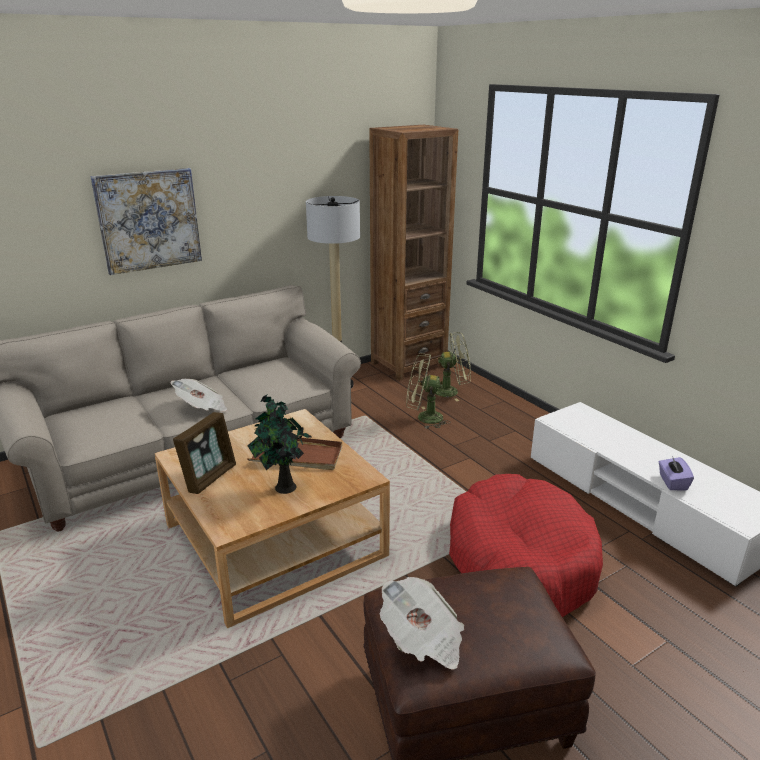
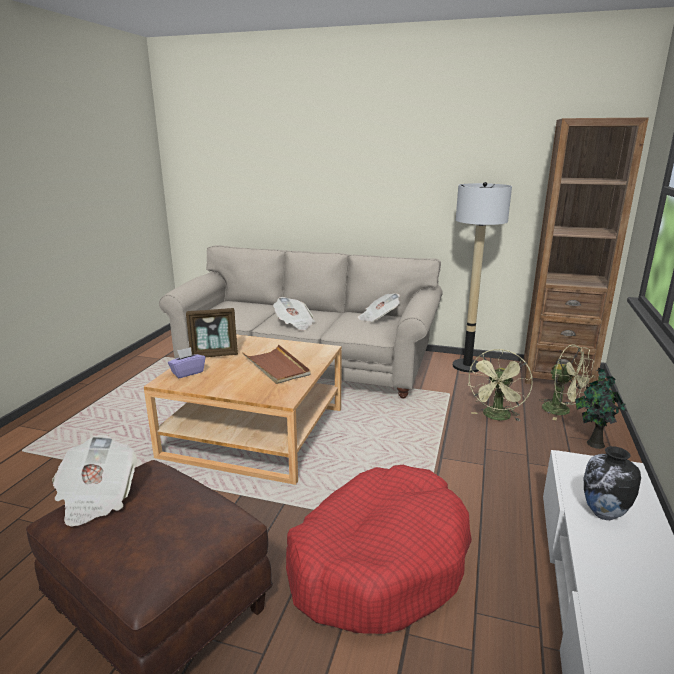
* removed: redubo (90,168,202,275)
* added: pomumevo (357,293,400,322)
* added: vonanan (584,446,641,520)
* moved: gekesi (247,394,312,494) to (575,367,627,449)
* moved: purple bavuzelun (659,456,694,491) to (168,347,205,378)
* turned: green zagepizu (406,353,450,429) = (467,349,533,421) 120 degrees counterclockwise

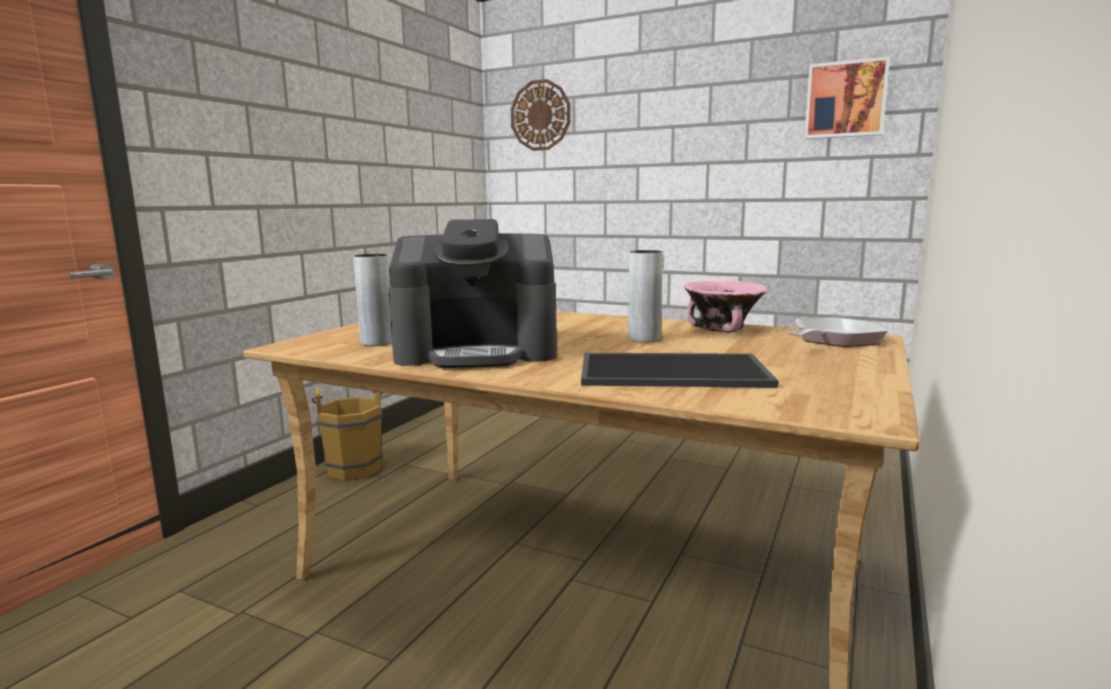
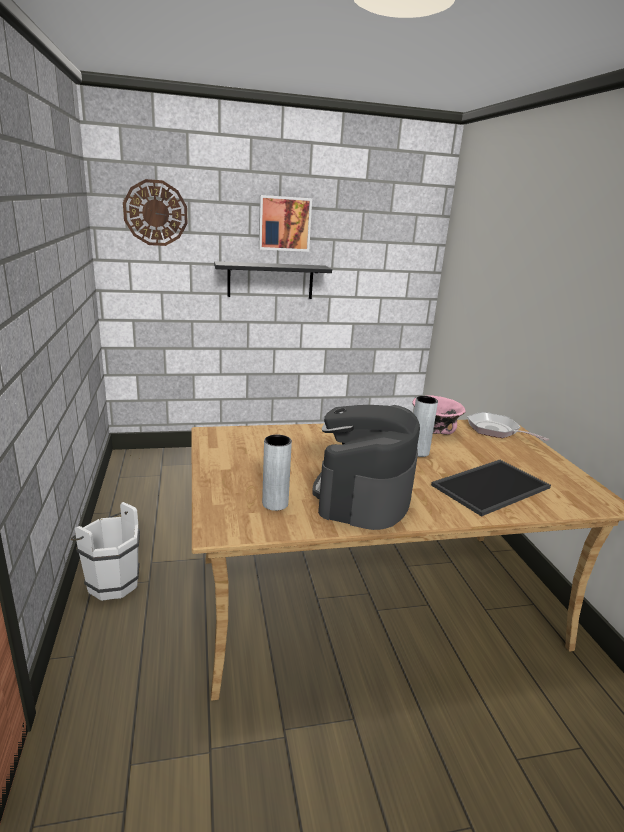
* added: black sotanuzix (214,261,332,299)
* moved: redubo (804,56,890,139) to (259,195,312,252)
* recoloured: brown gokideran (312,388,383,481) to white gokideran (71,502,140,601)
* turned: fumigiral (388,219,557,368) = (312,405,420,530) 150 degrees clockwise
* turned: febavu (788,317,888,347) = (467,412,549,441) 45 degrees counterclockwise

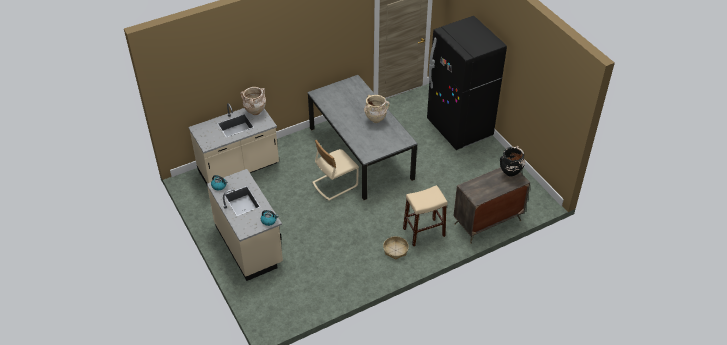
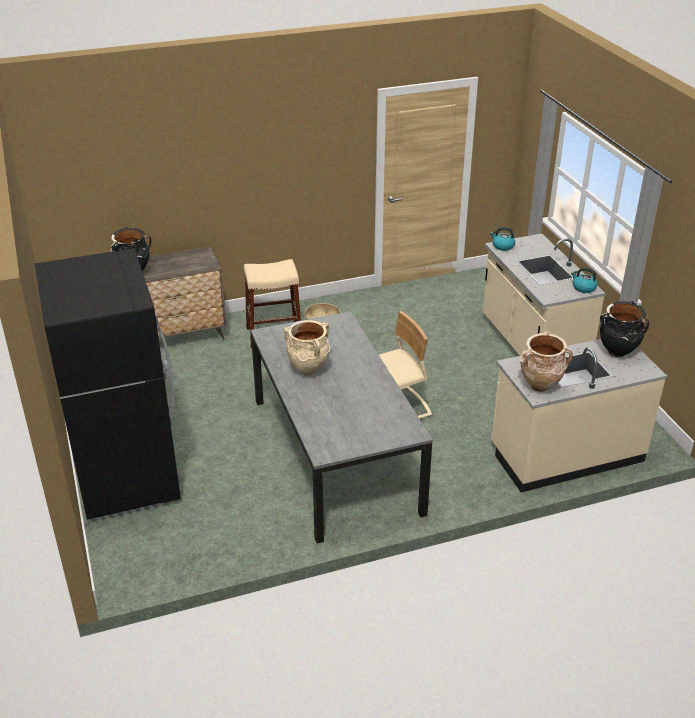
* added: black vonanan (600,301,649,357)

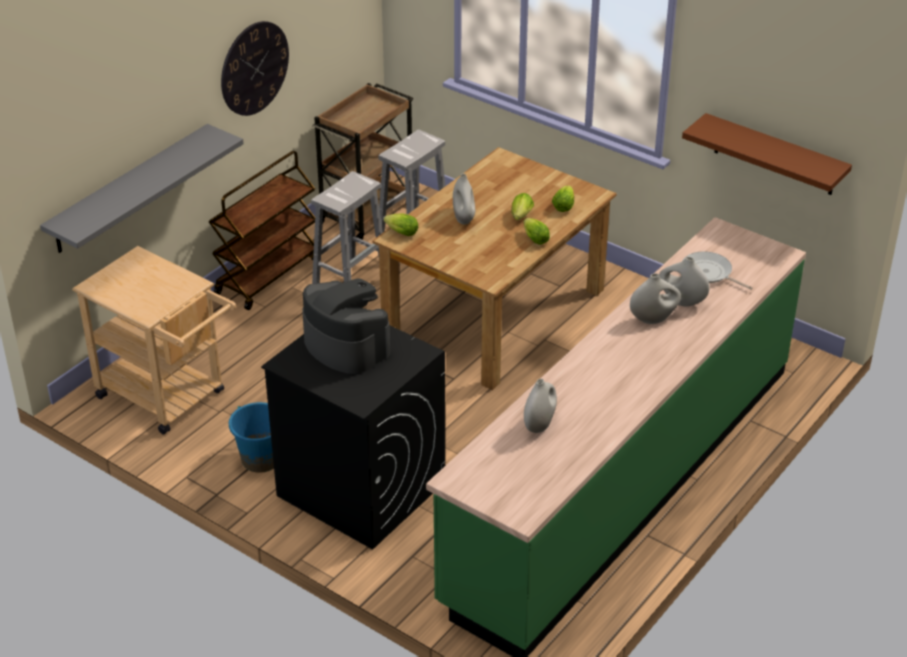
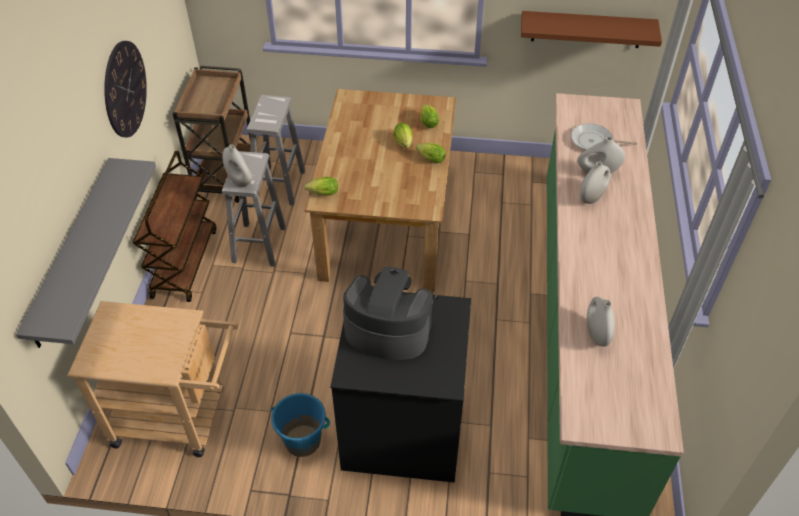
* moved: white vonanan (453,174,475,224) to (223,144,253,187)

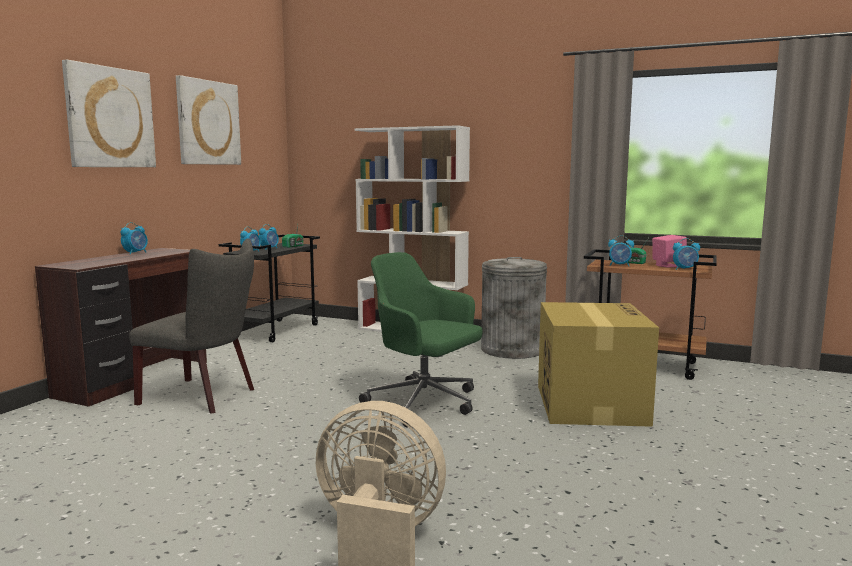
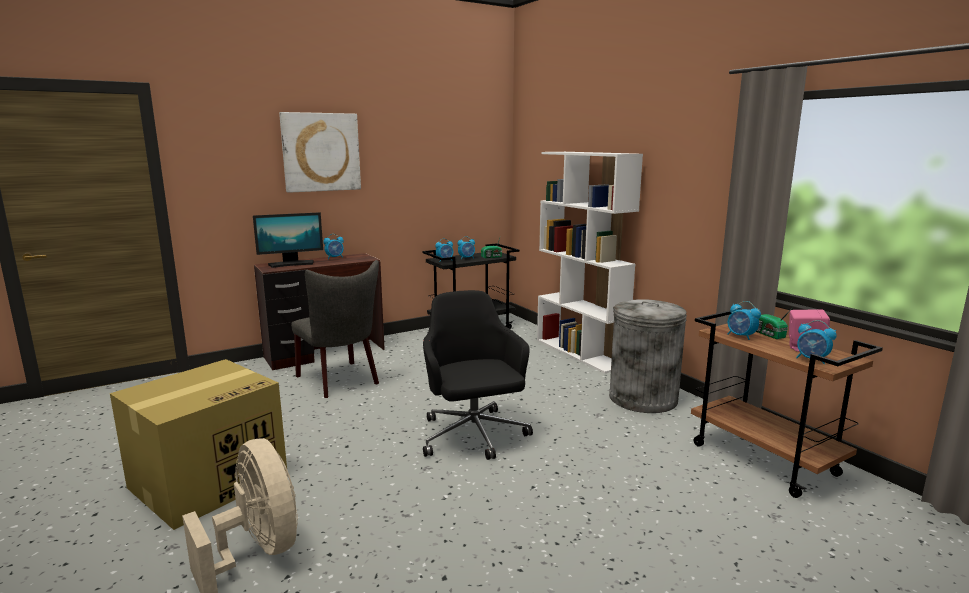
* removed: redubo (176,75,241,165)
* added: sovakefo (253,212,323,268)
* moved: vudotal (538,302,659,427) to (110,359,287,530)
* recoloured: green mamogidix (359,252,483,428) to black mamogidix (423,290,533,460)

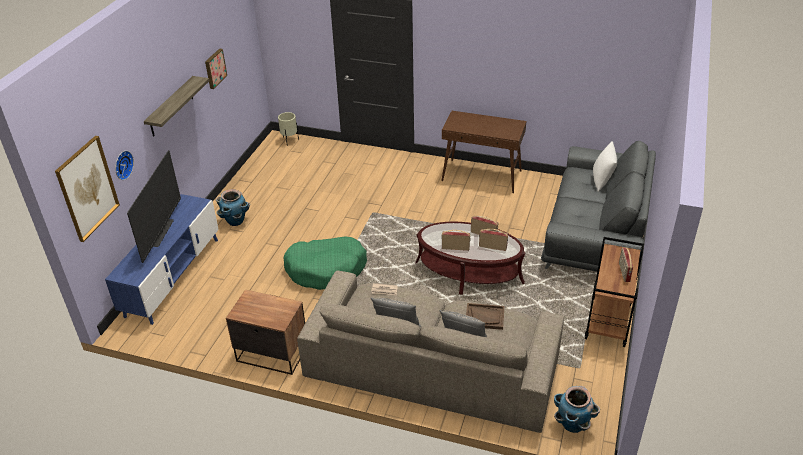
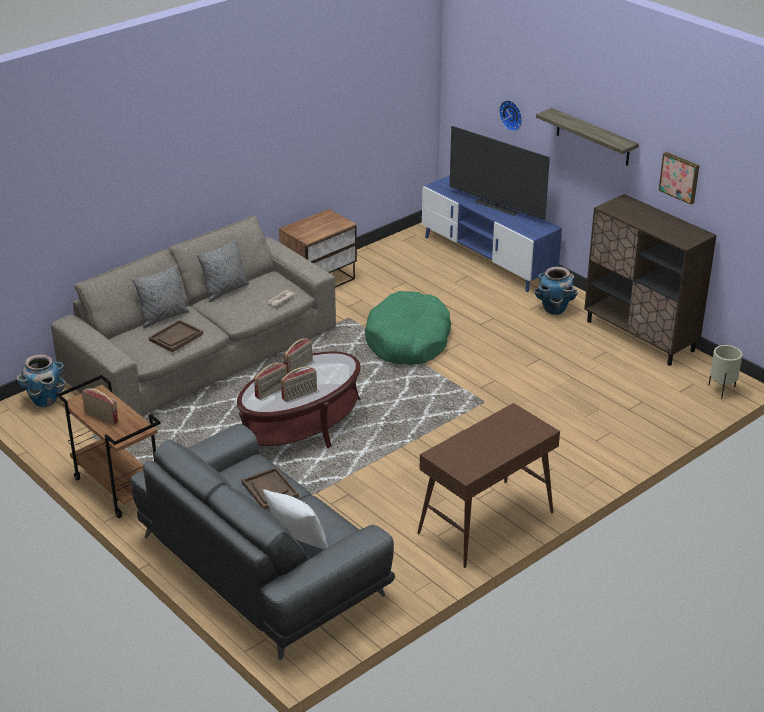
* removed: redubo (55,136,120,242)
* added: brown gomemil (241,467,299,510)
* added: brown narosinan (584,194,717,366)

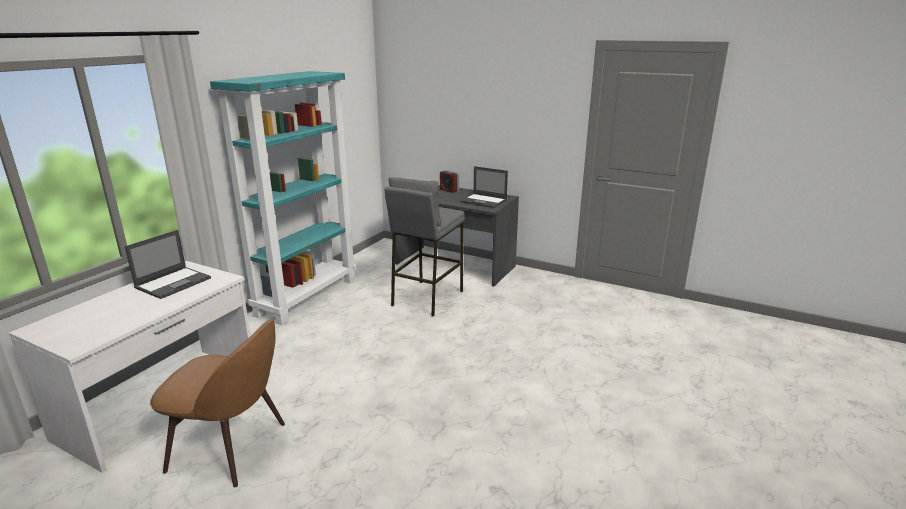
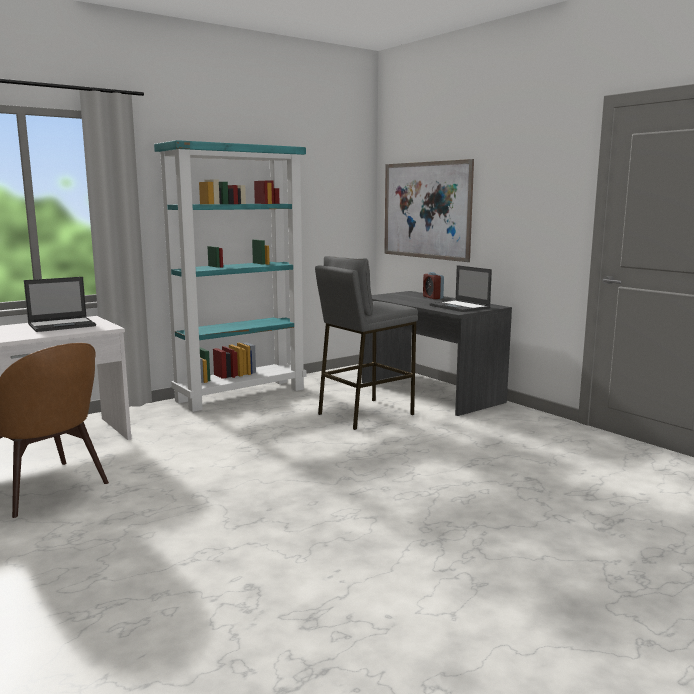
* added: redubo (384,159,474,262)

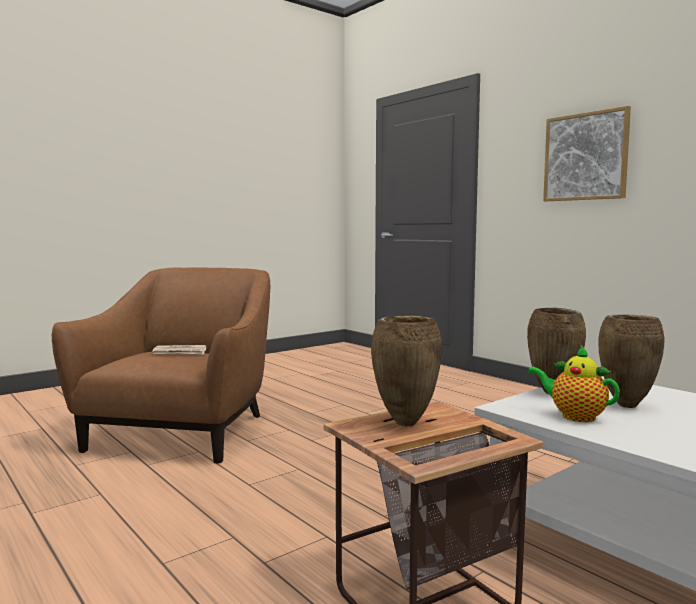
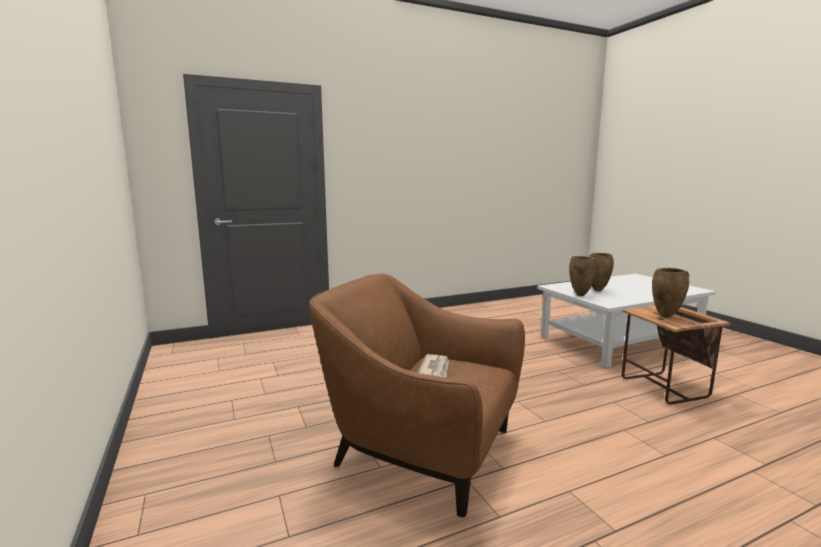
* removed: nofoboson (527,346,620,422)
* removed: redubo (543,106,631,201)

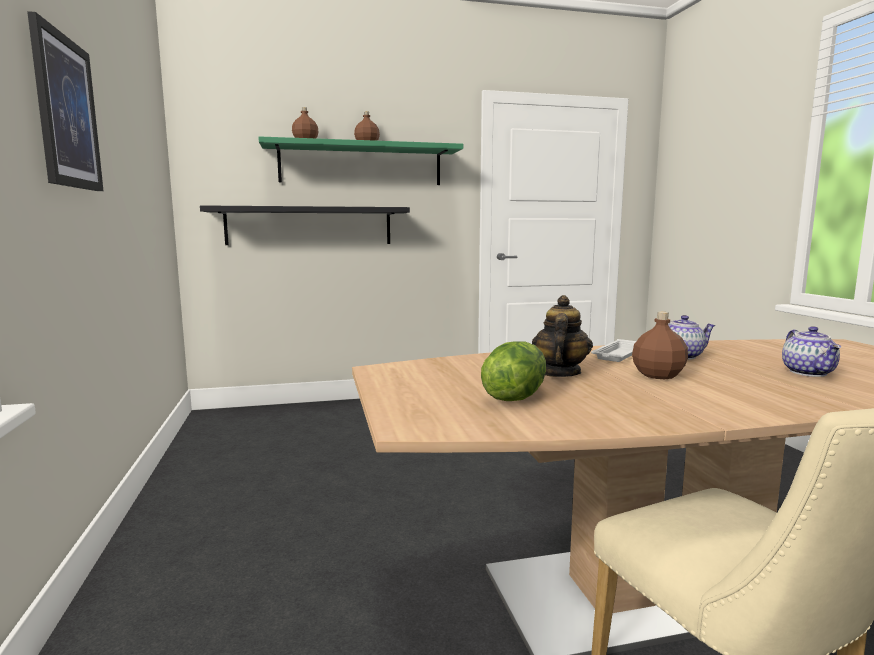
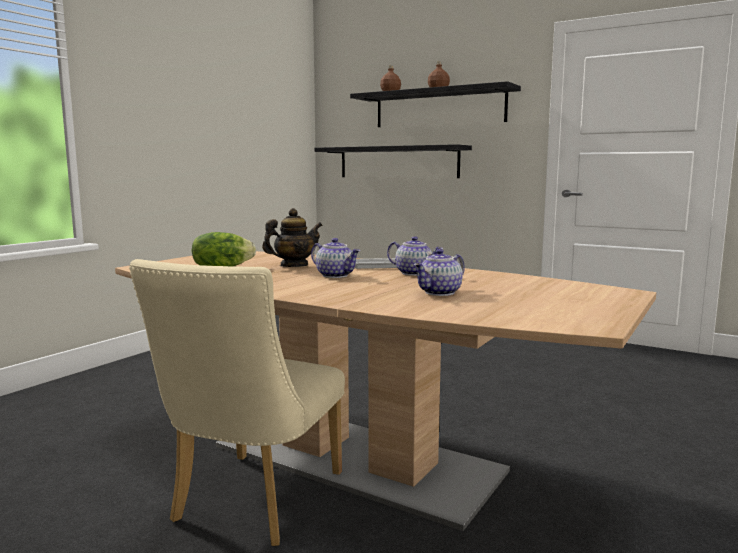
* removed: redubo (27,11,104,191)
* replaced: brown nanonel (632,312,688,379) to nofoboson (311,238,360,278)
* recoloured: green sotanuzix (258,136,463,185) to black sotanuzix (350,81,521,127)

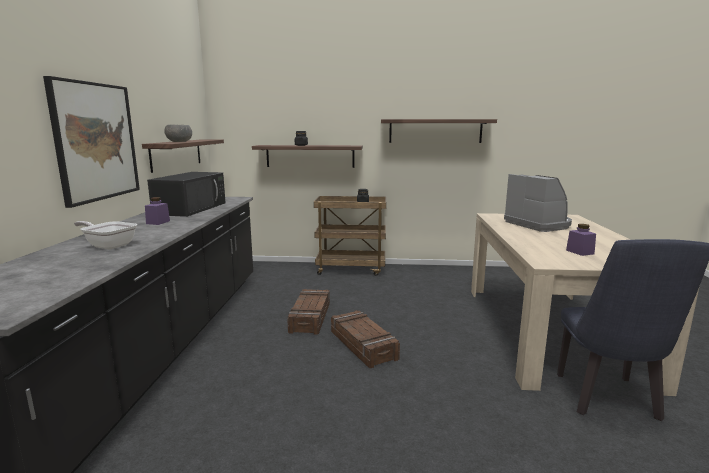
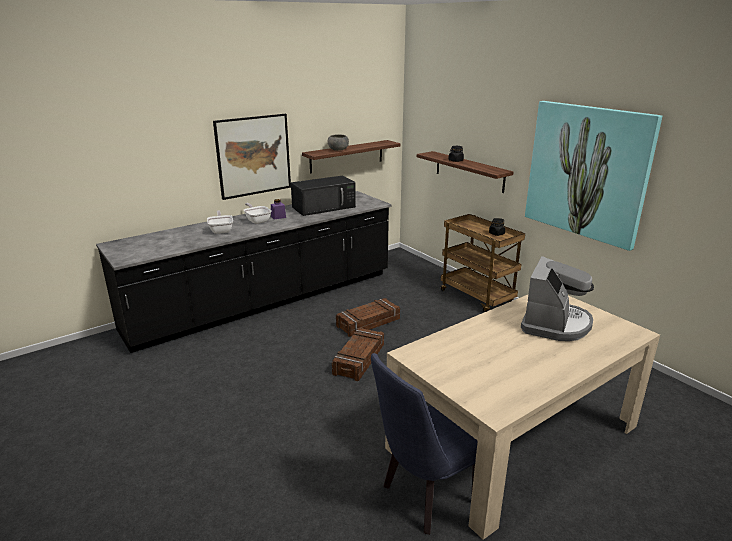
* removed: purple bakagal (566,224,596,256)
* added: febavu (244,203,272,224)
* replaced: sotanuzix (381,119,497,143) to redubo (525,101,662,251)

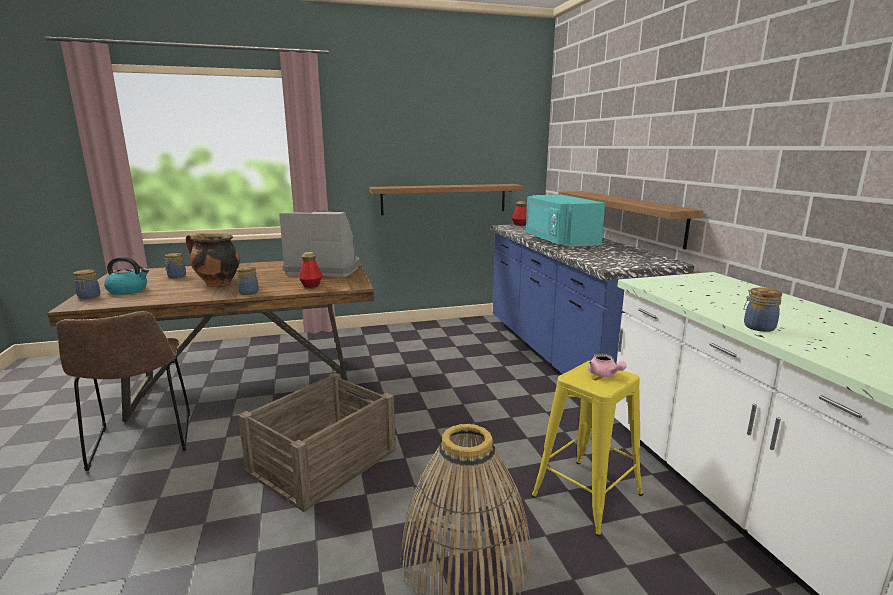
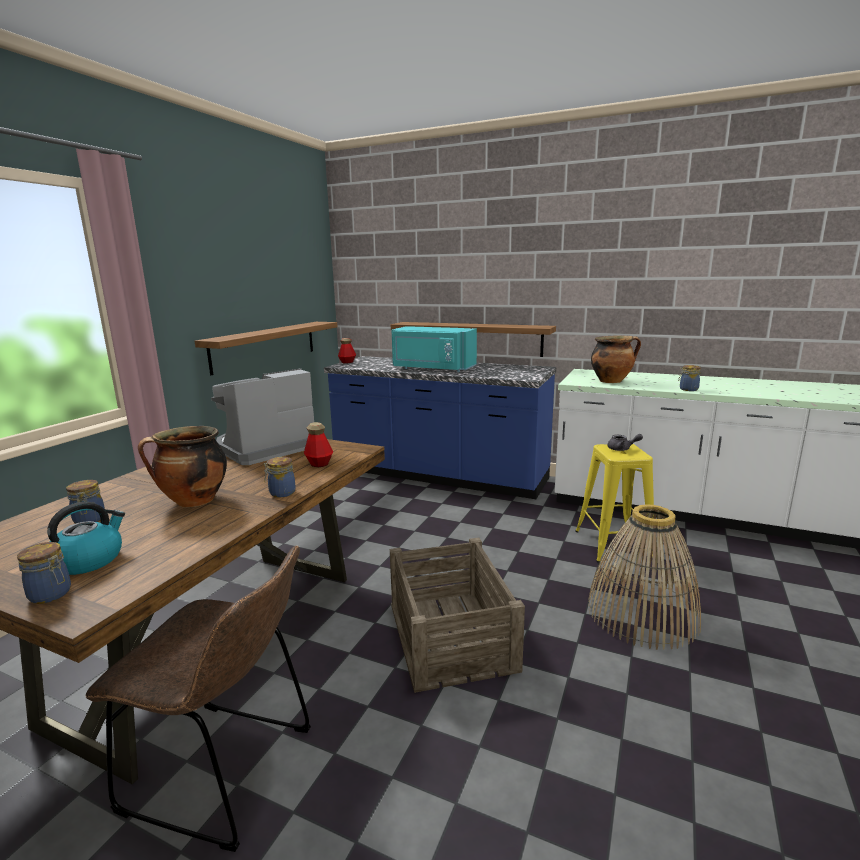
* added: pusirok (591,336,641,383)
* recoloured: pink nofoboson (588,353,627,377) to grey nofoboson (608,434,643,451)

